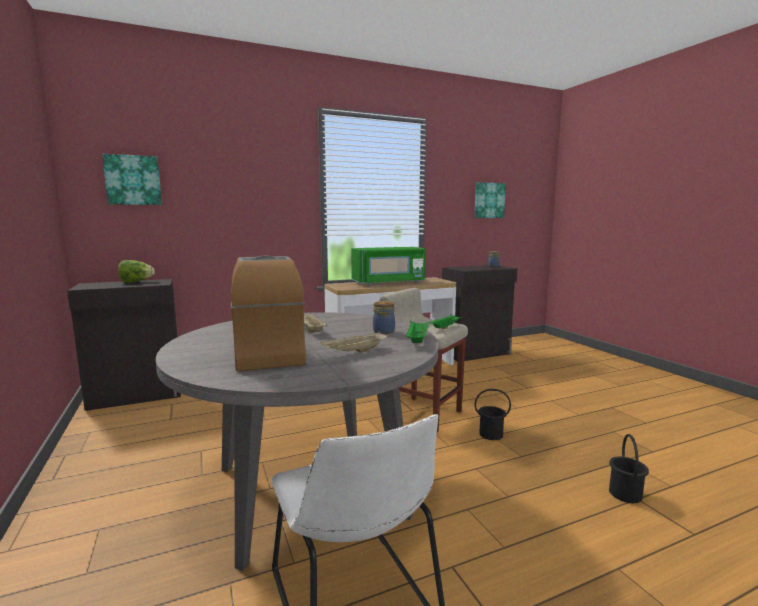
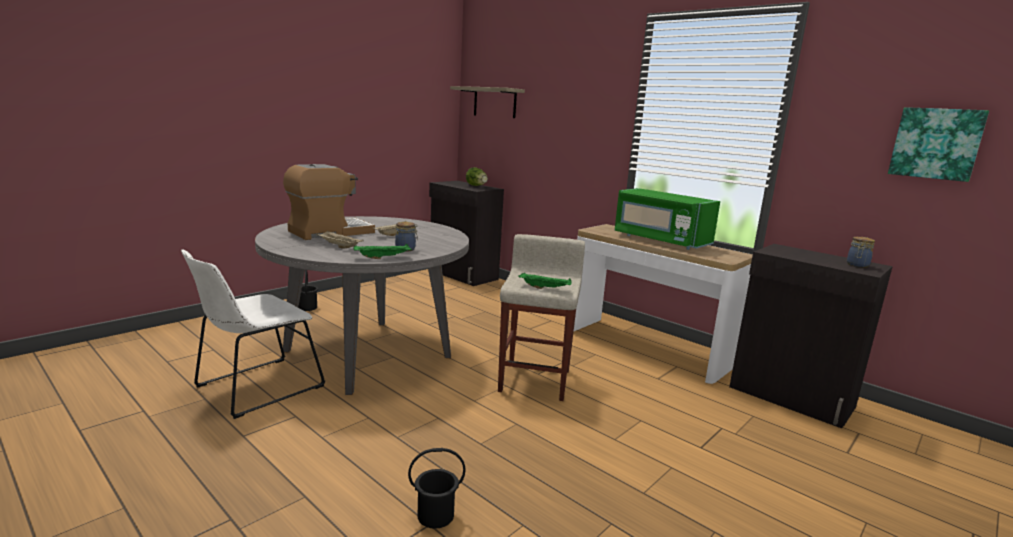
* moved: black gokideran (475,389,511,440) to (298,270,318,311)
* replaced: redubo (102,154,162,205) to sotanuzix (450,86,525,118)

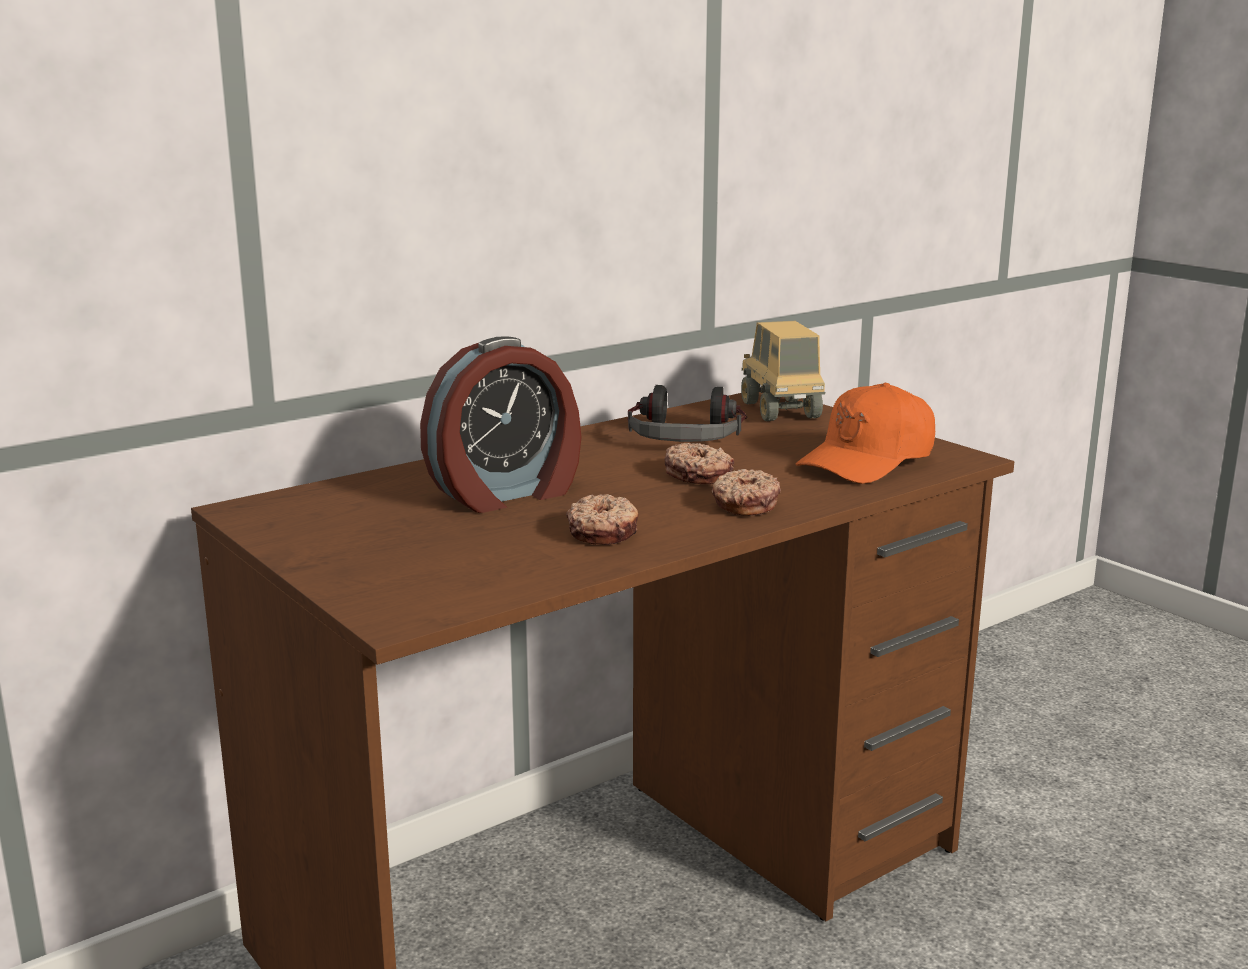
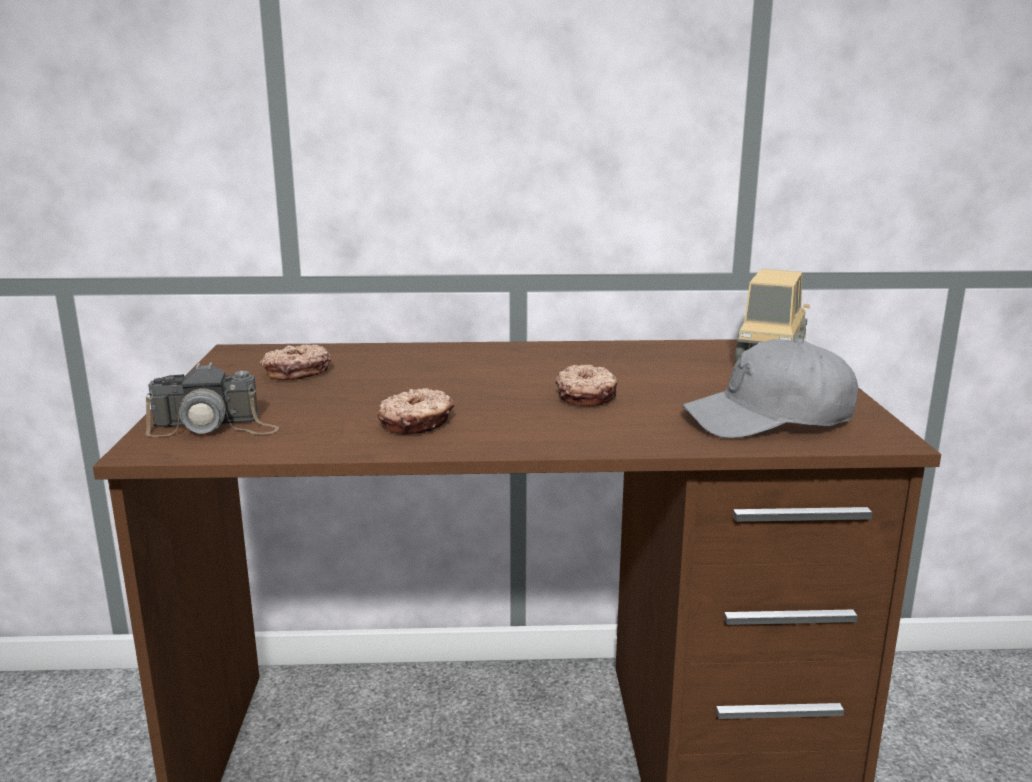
* removed: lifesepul (420,336,581,513)
* removed: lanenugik (627,385,747,442)
* added: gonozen (146,363,279,437)
* moved: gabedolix (712,469,781,516) to (260,344,331,381)
* recoloured: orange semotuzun (796,382,935,484) to grey semotuzun (682,338,858,438)

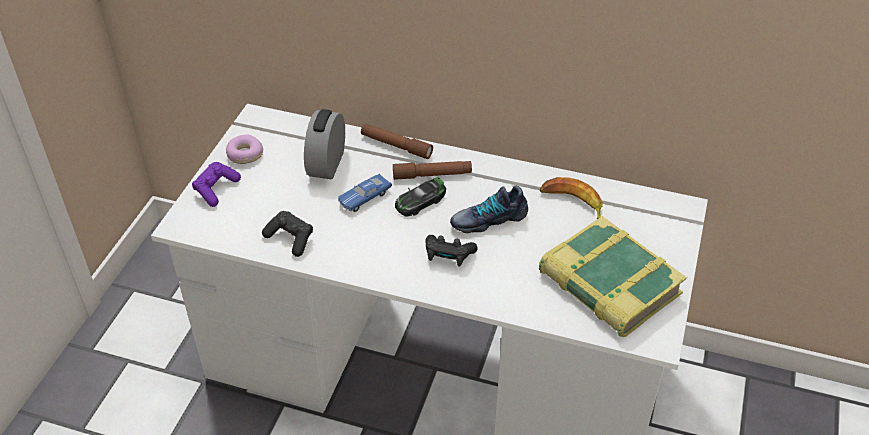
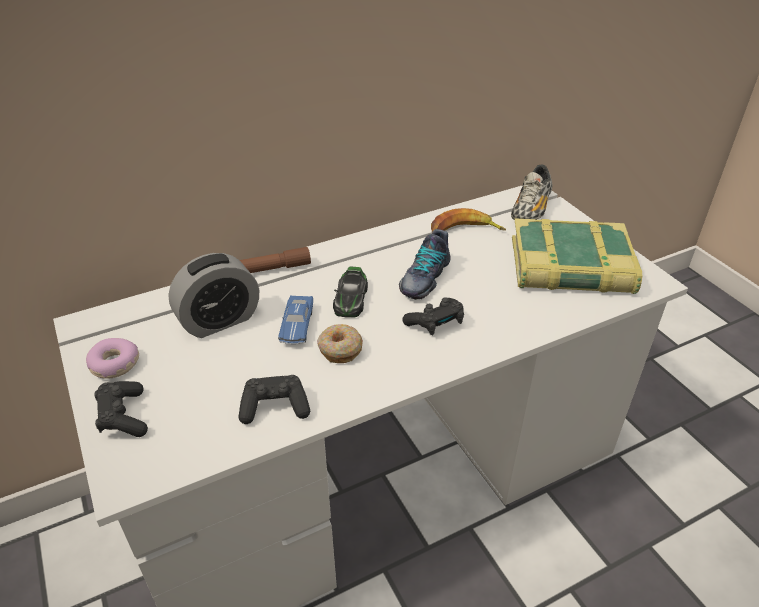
* removed: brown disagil (393,161,472,180)
* added: gabedolix (317,324,363,363)
* added: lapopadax (511,164,552,220)
* recoloured: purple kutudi (192,162,241,207) to black kutudi (94,381,148,437)
* turned: lifesepul (304,109,345,179) = (168,253,259,338) 90 degrees counterclockwise

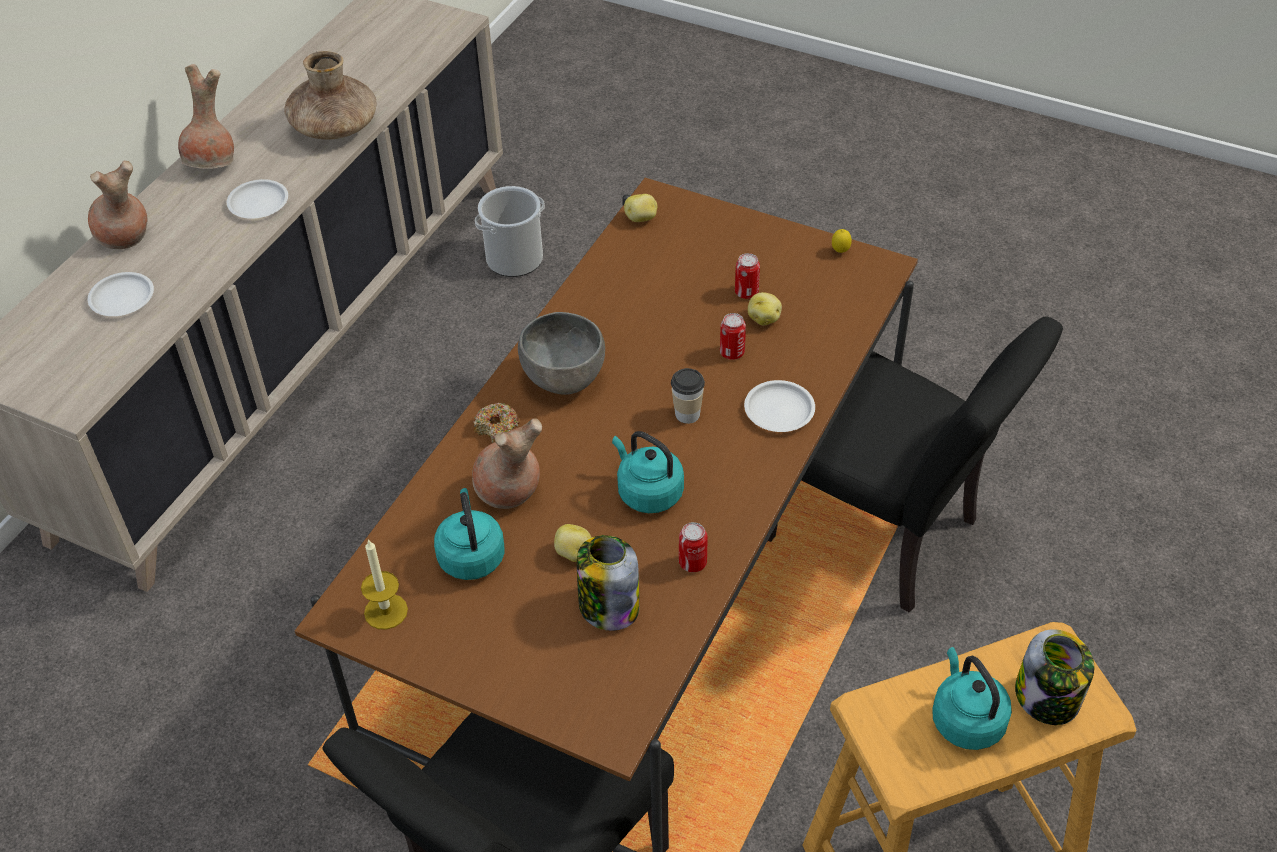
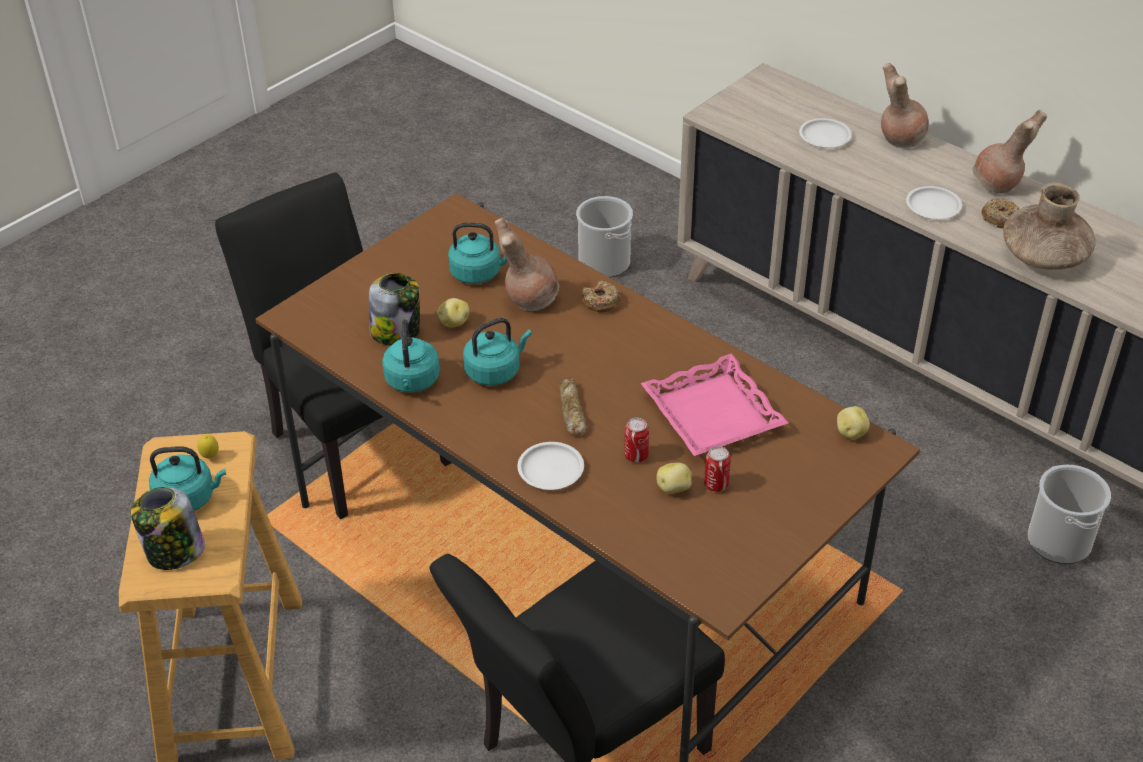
* removed: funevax (361,539,408,630)
* removed: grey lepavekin (518,312,605,395)
* added: gokideran (576,196,633,278)
* added: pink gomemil (641,353,788,456)
* added: gabedolix (982,198,1019,228)
* moved: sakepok (832,229,852,253) to (198,435,219,458)
* replaced: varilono (671,368,705,424) to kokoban (559,377,587,436)
* replaced: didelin (679,522,707,572) to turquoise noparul (382,319,440,392)

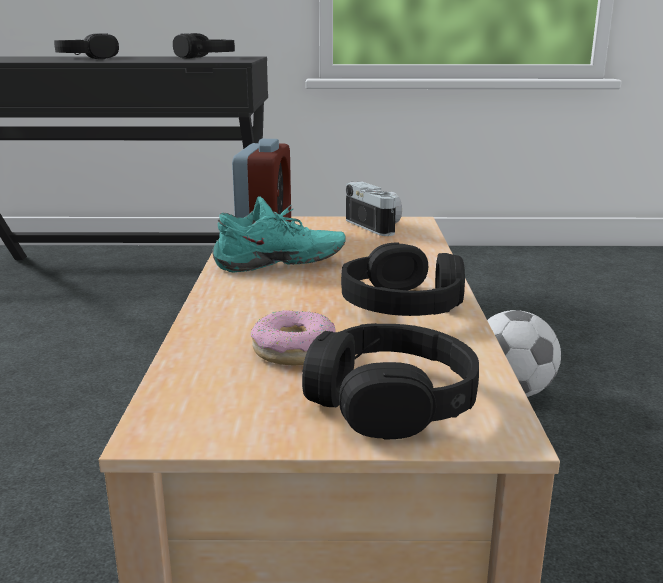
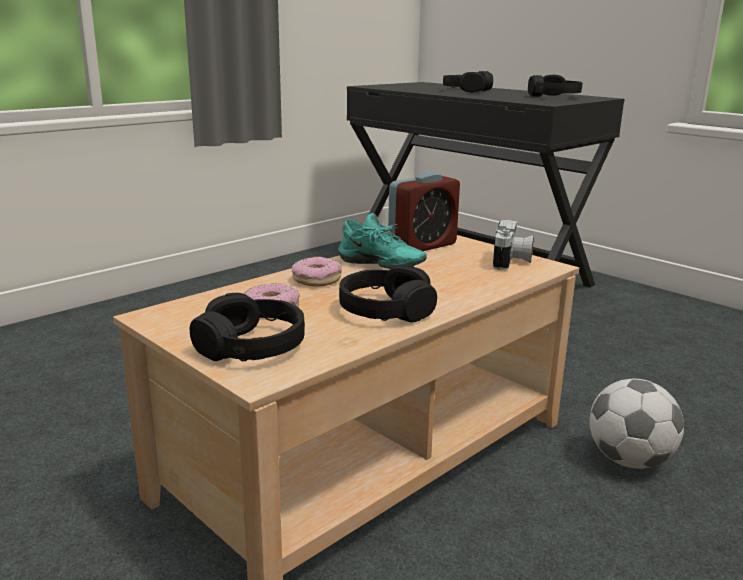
* added: gabedolix (292,257,342,287)

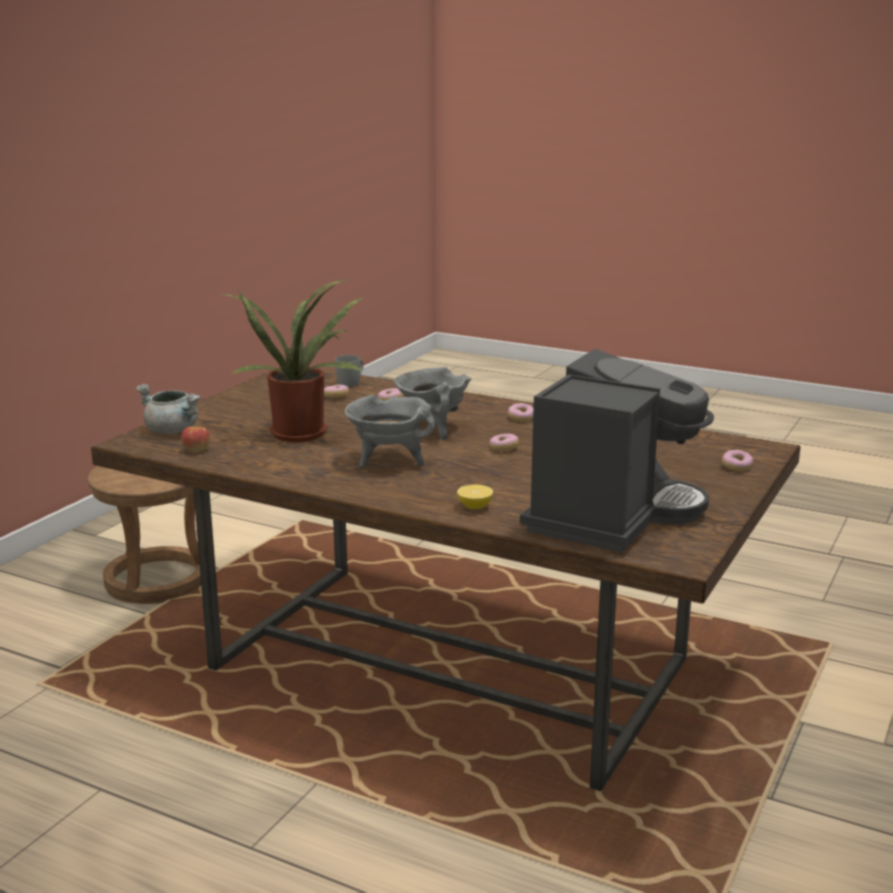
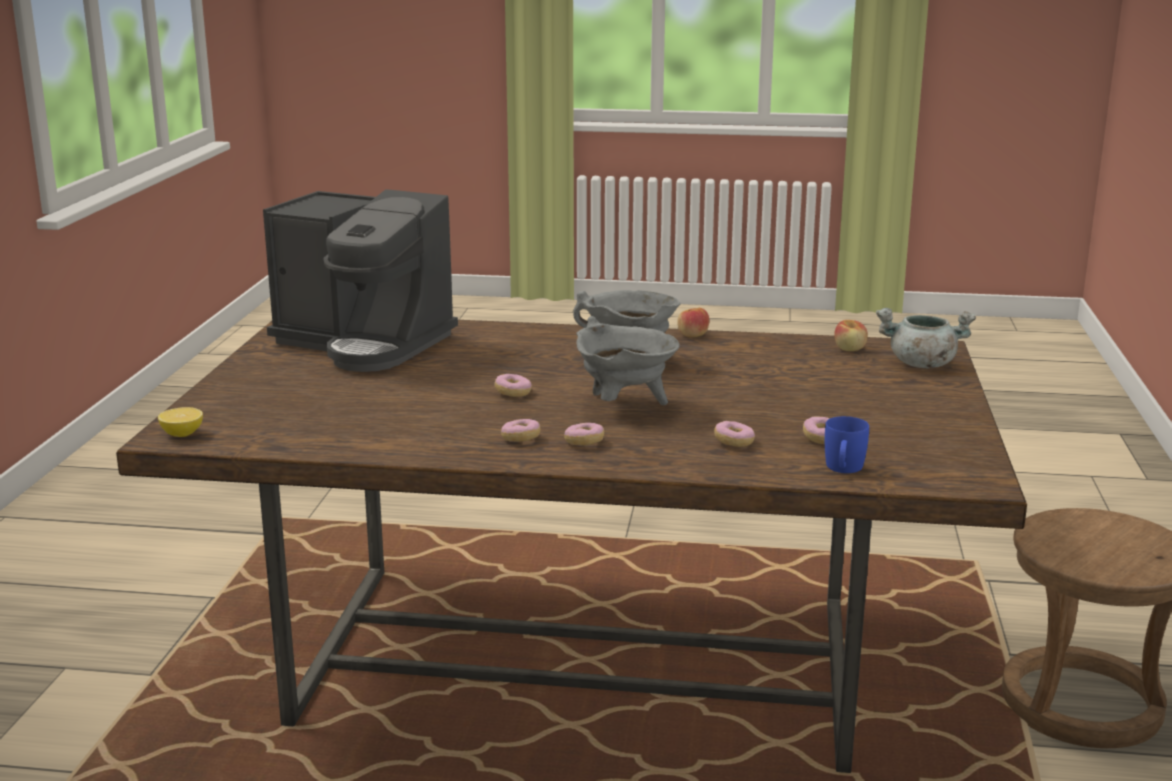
* removed: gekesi (221,279,364,442)
* added: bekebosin (677,308,709,337)
* moved: sakepok (457,485,493,509) to (158,407,203,437)
* moved: gabedolix (722,450,753,472) to (564,423,604,445)
* recoloured: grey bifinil (335,355,364,387) to blue bifinil (825,416,869,473)
* turned: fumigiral (520,349,714,552) = (263,189,458,372) 75 degrees counterclockwise

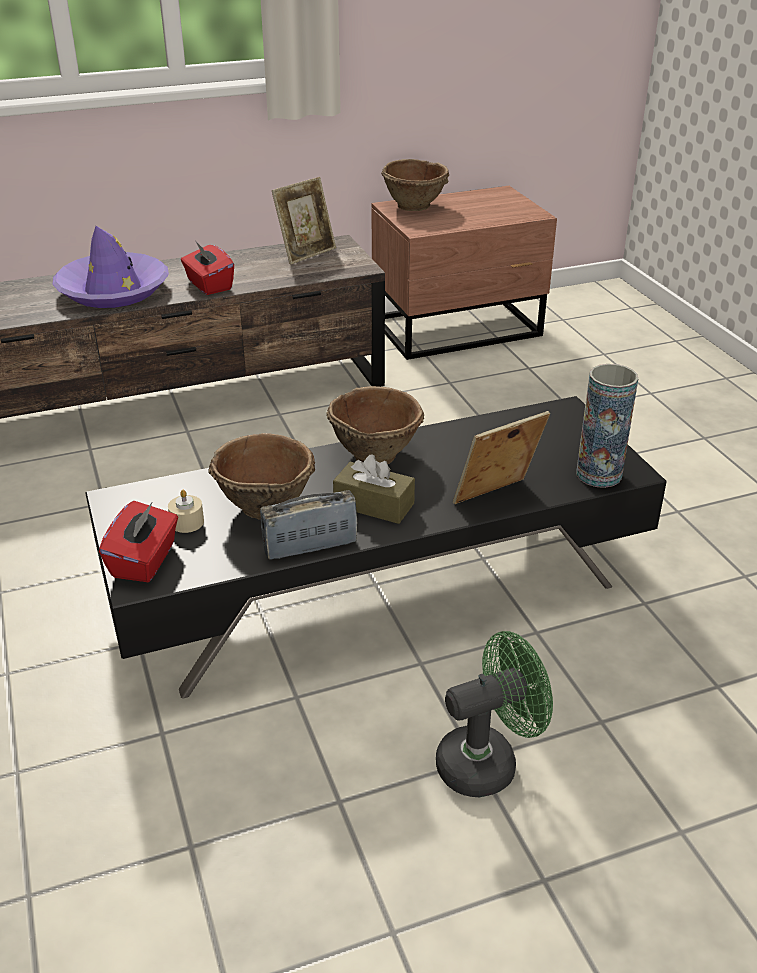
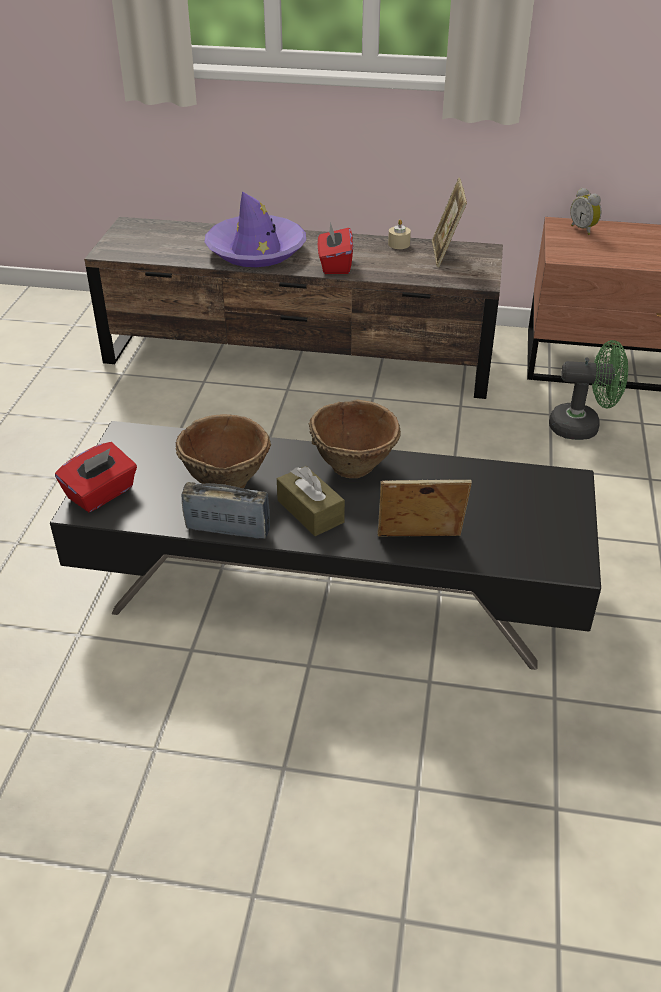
* removed: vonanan (576,364,638,488)
* moved: beige funevax (168,490,204,533) to (388,219,411,249)
* moved: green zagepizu (436,631,553,797) to (549,340,628,440)
* replaced: brown lepavekin (381,159,449,211) to lifesepul (570,188,601,235)
* turned: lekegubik (272,177,336,264) = (432,178,467,267) 105 degrees clockwise

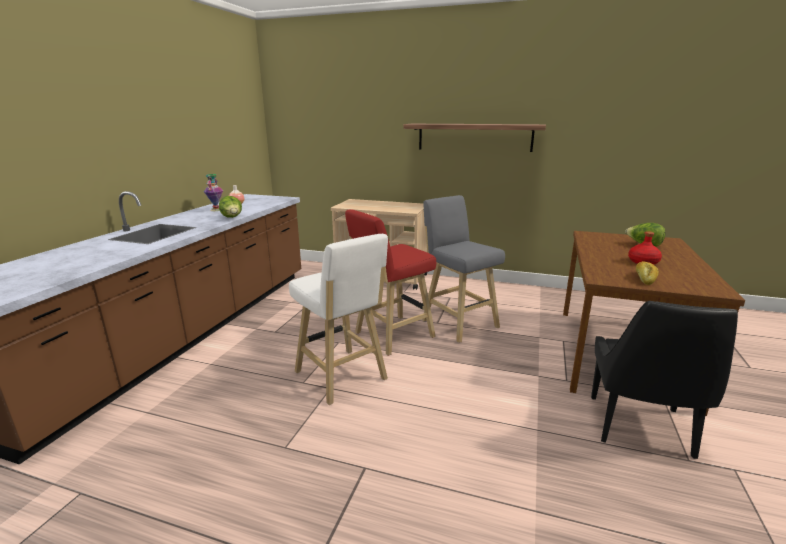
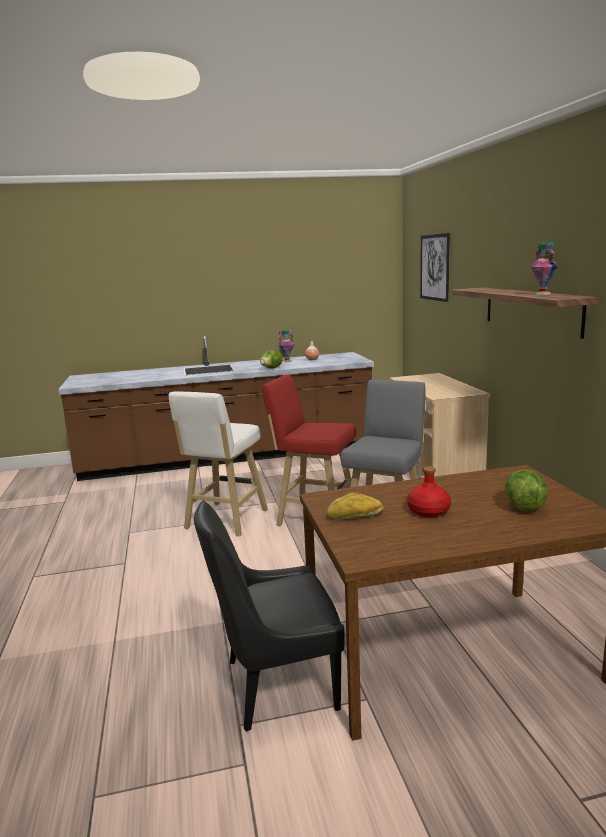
* added: redubo (420,233,450,302)
* added: vonanan (531,242,558,295)

